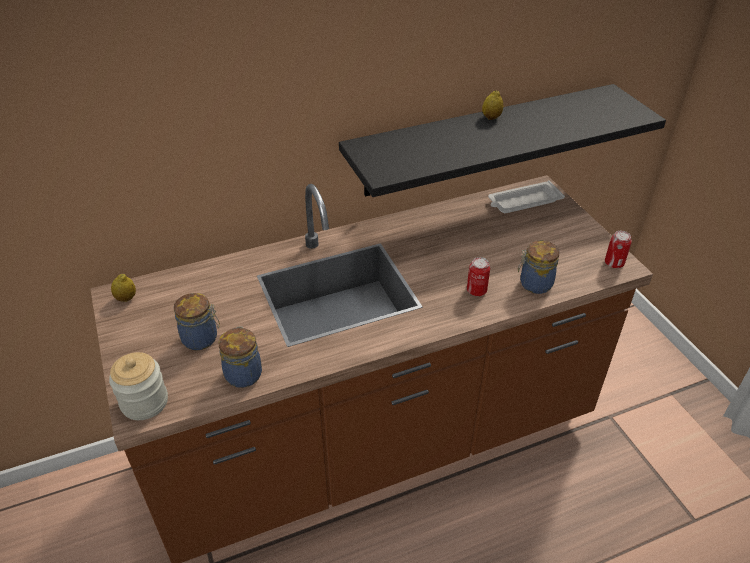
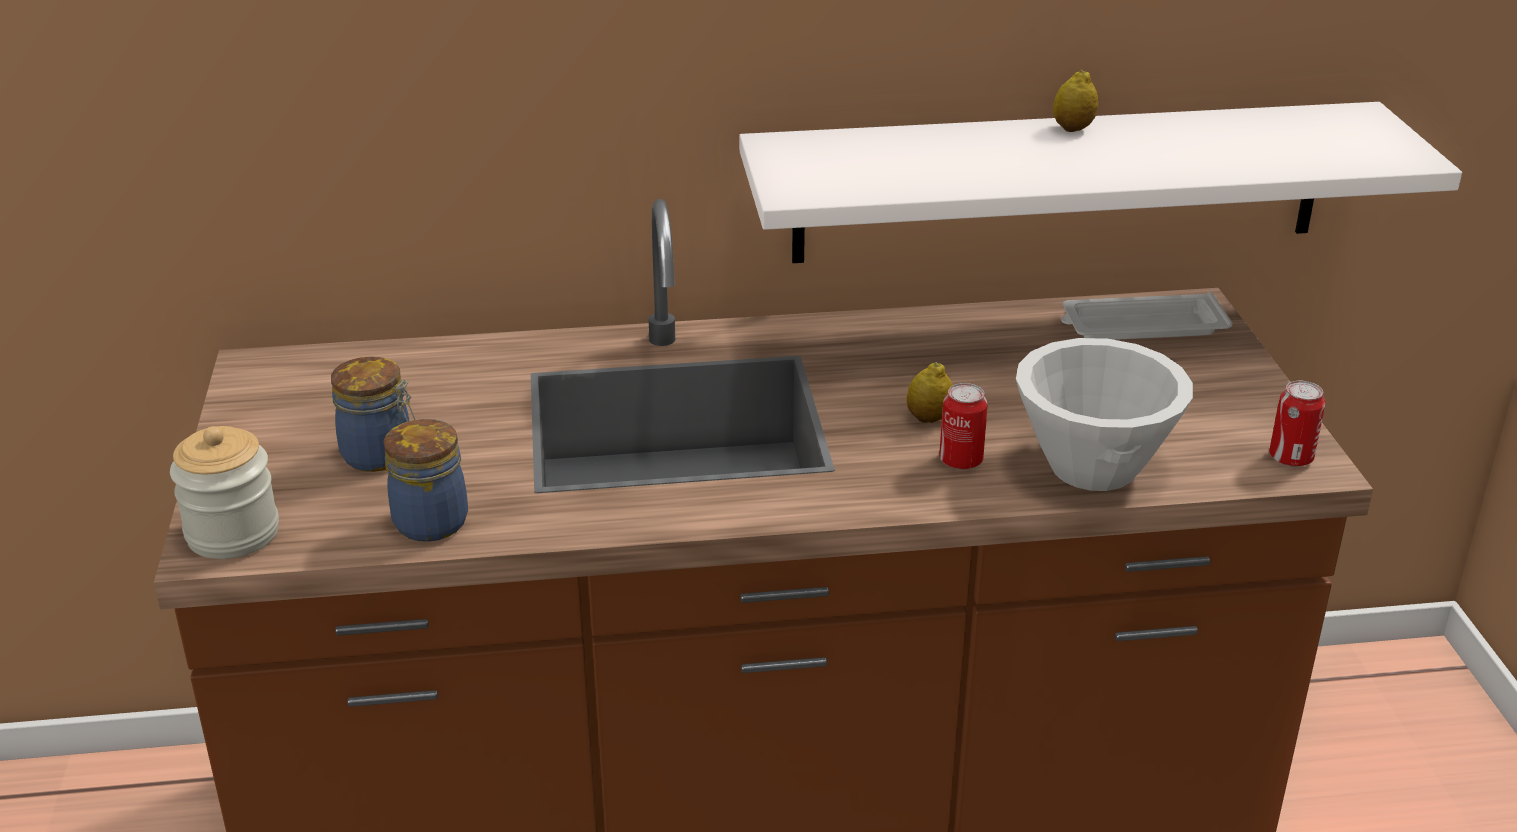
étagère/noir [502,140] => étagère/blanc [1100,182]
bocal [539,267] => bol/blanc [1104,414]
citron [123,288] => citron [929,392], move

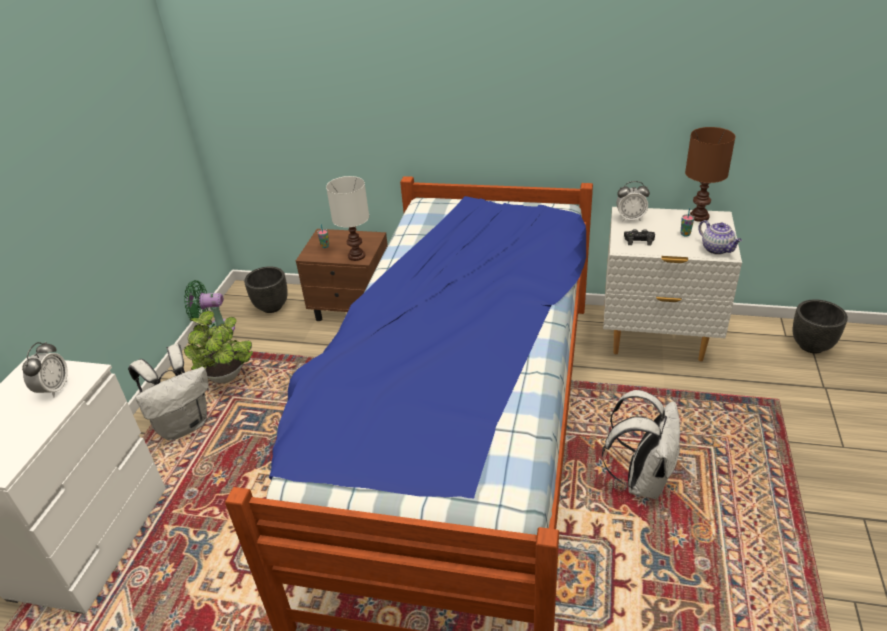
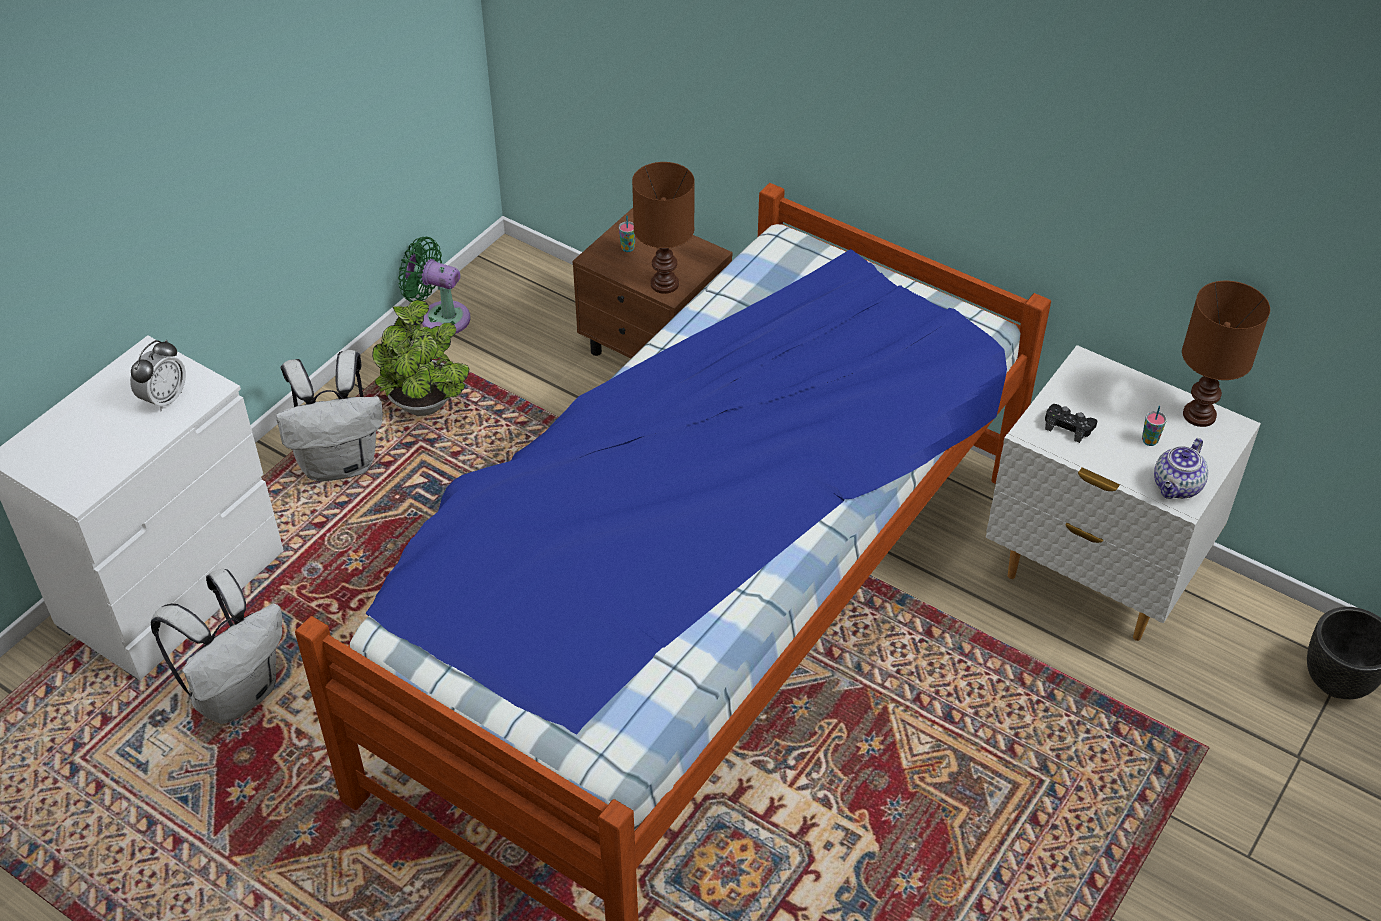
lampe de table/blanc [347,218] => lampe de table/marron [663,228]
réveil [633,201] => nothing
théière [720,237] => théière [1181,468], 45 degrees clockwise
cache-pot/noir [266,289] => nothing
sac à dos/blanc [641,444] => sac à dos/blanc [216,646], move

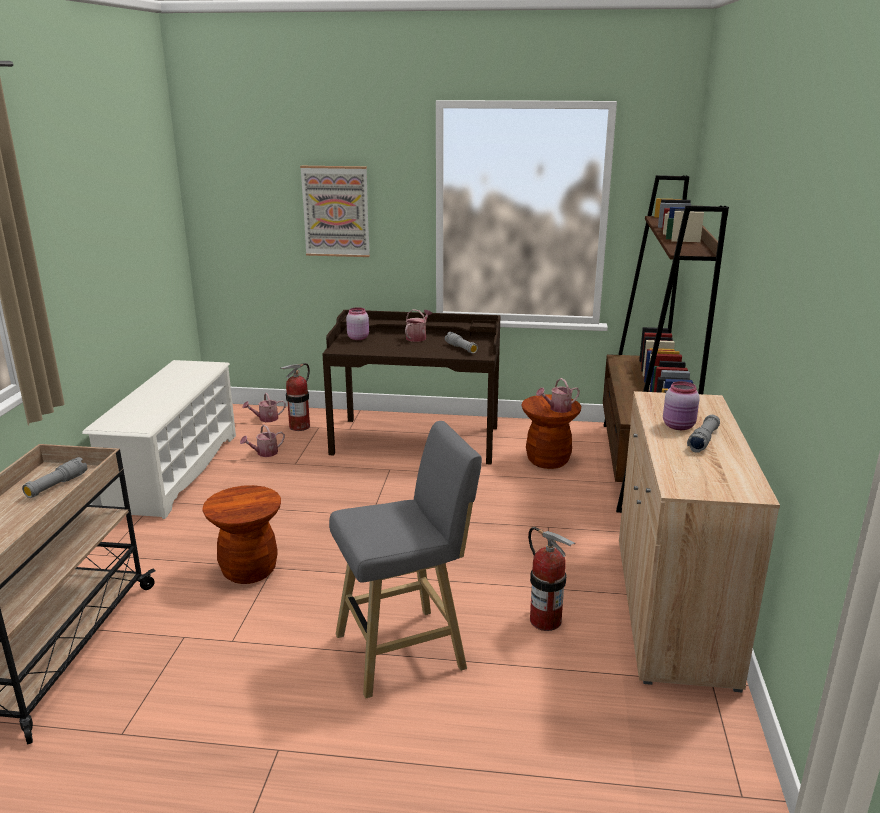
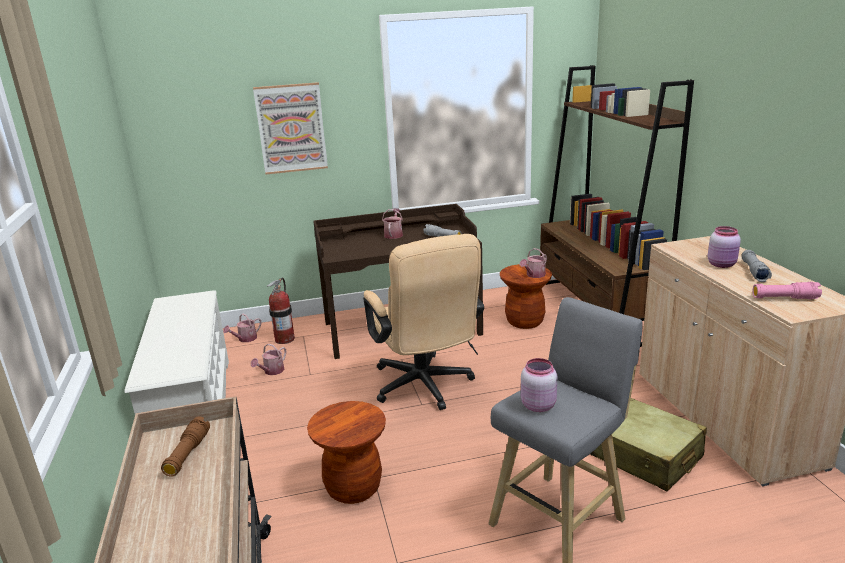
bocal/rose [357,323] => bocal/rose [539,385], move
lampe de poche/gris [54,477] => lampe de poche/marron [185,447]
extincteur [551,579] => valise/beige [648,444]
nothing => chaise de bureau/beige [423,322]
nothing => lampe de poche/rose [787,290]

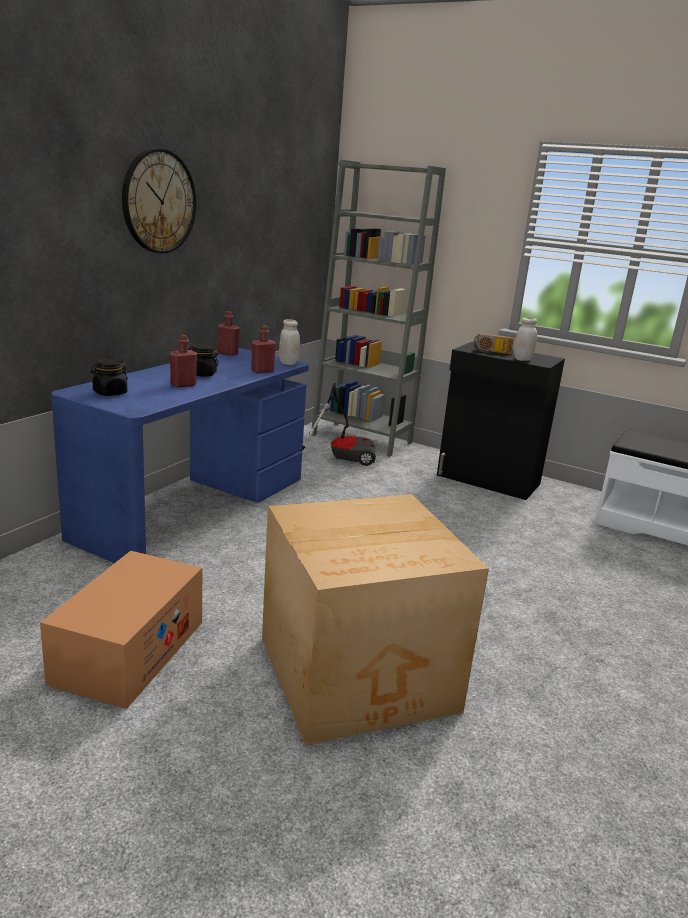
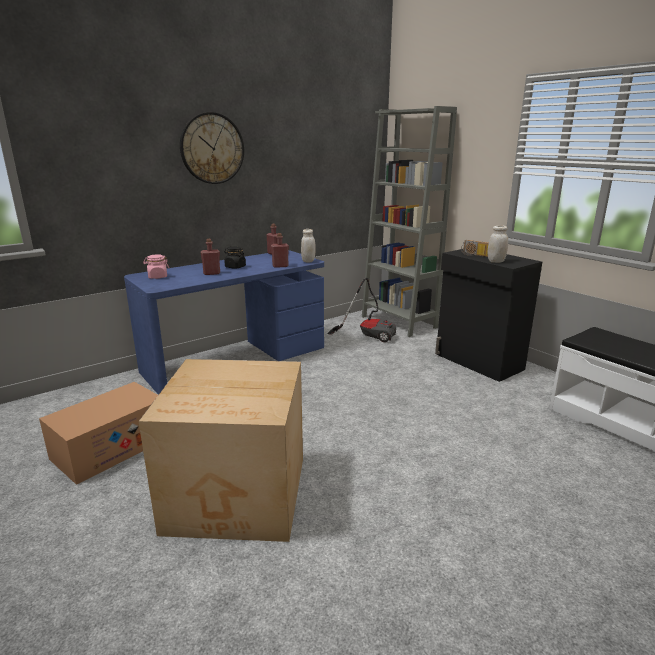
bocal/noir [109,377] => bocal/rose [156,267]

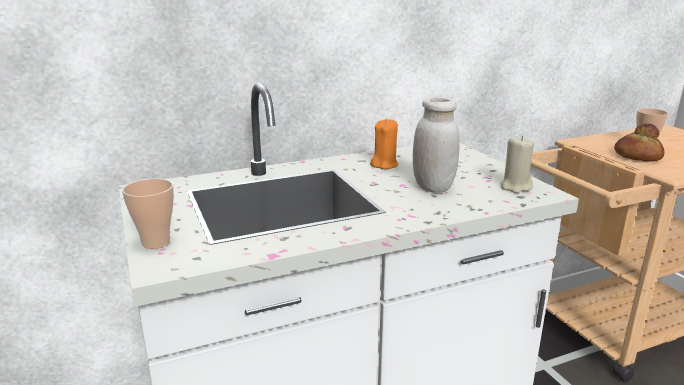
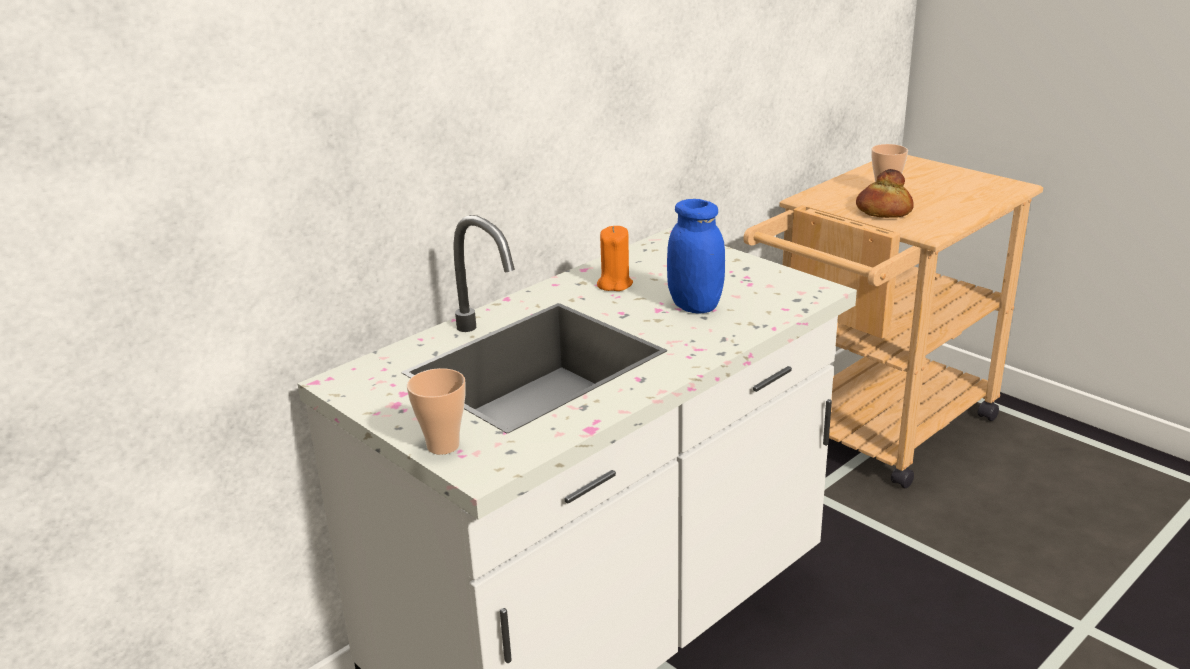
bocal/blanc [436,145] => bocal/bleu [696,256]
bougie/beige [517,164] => nothing

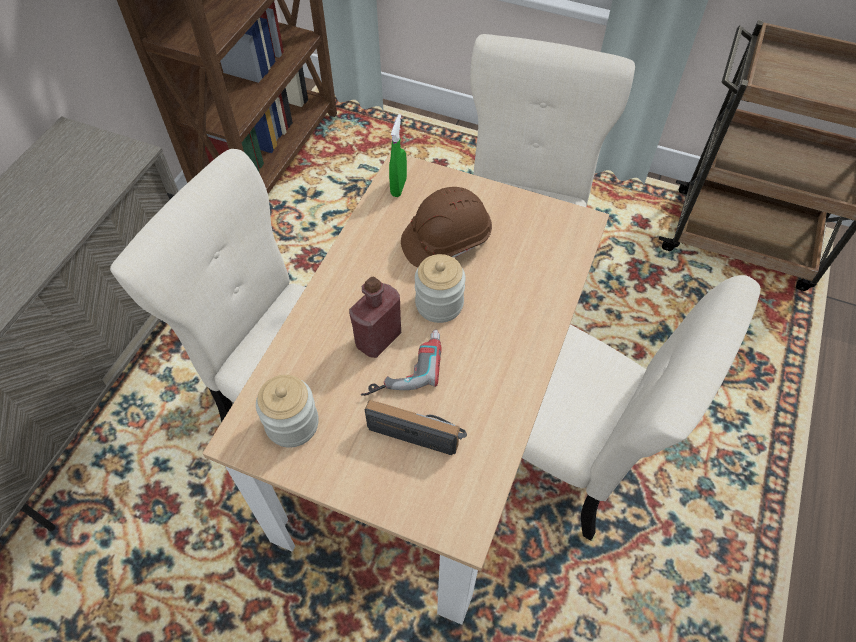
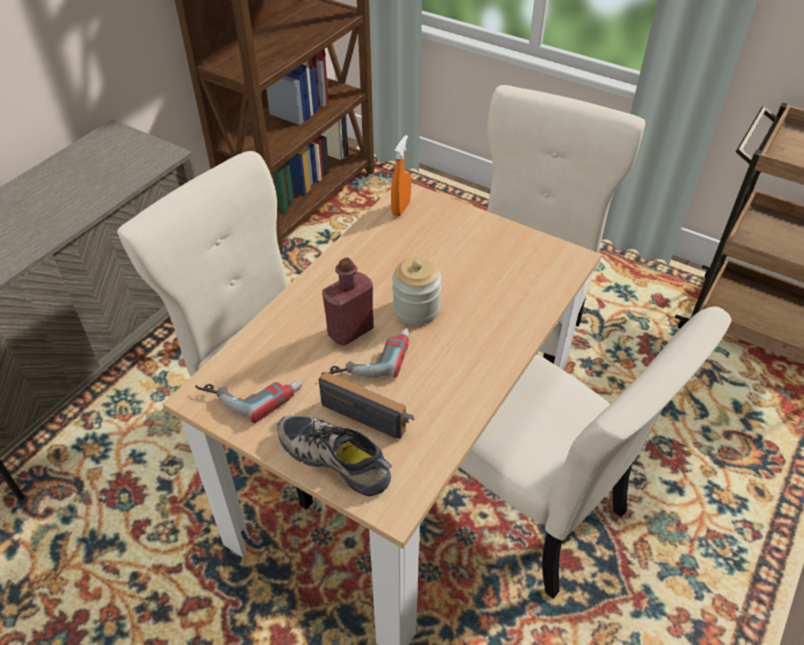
vaporisateur/vert [398,155] => vaporisateur/orange [401,176]
casque de chantier/marron [446,227] => nothing
bocal [287,411] => perceuse [249,402]
nothing => chaussure [334,455]

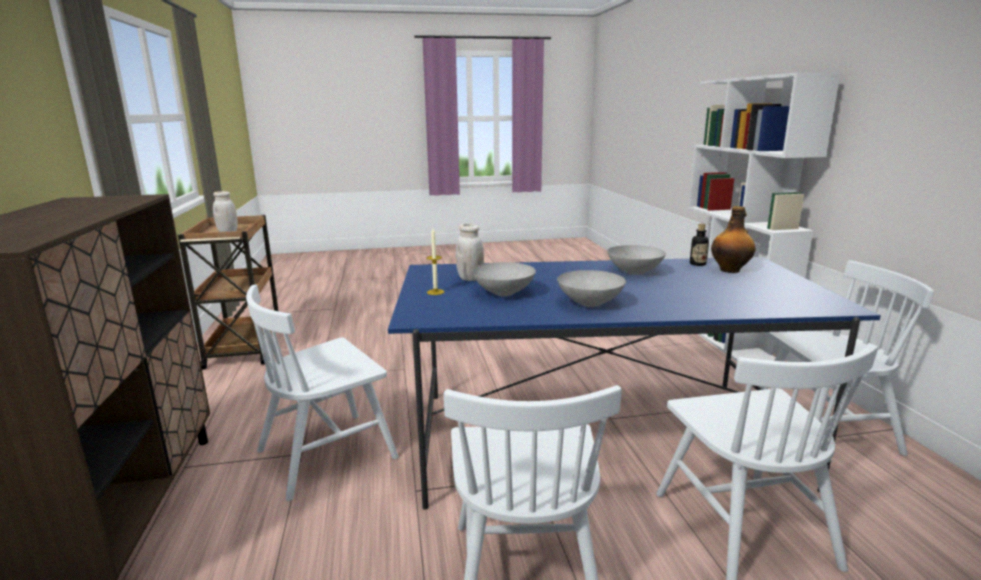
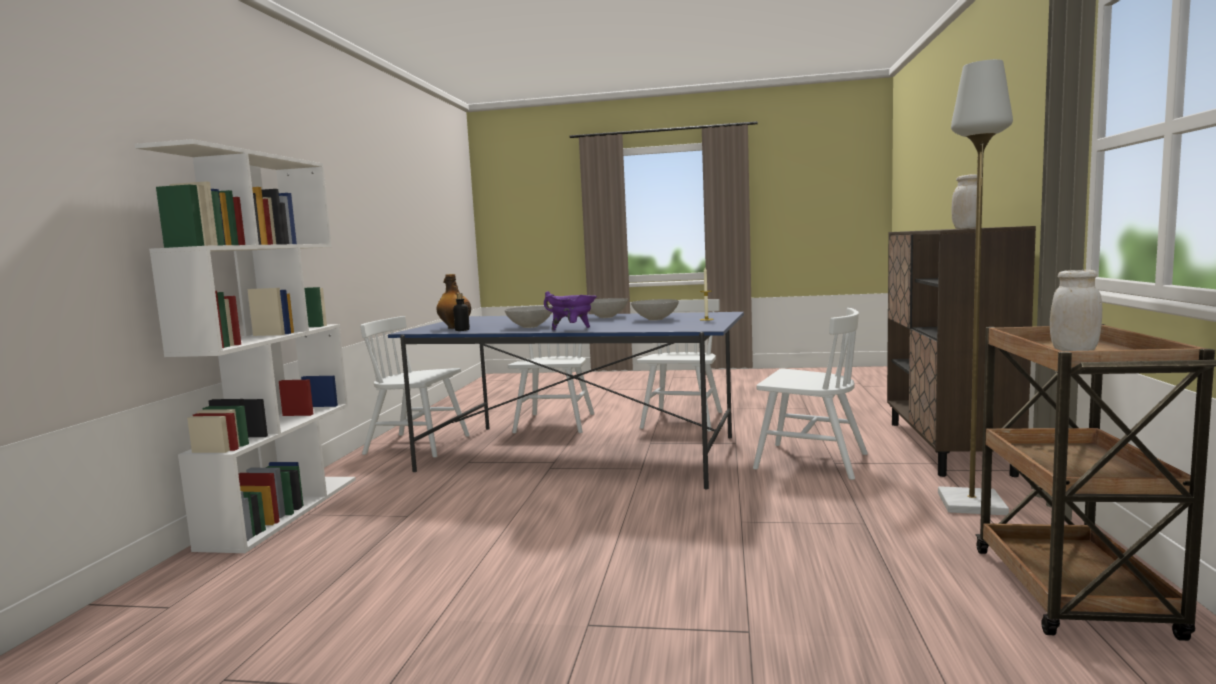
bocal/blanc [470,252] => bocal/blanc [964,201], move
chaise/blanc [322,393] => chaise/blanc [810,394], 45 degrees clockwise
nothing => lampadaire/gris [975,287]
nothing => marmite/violet [570,310]

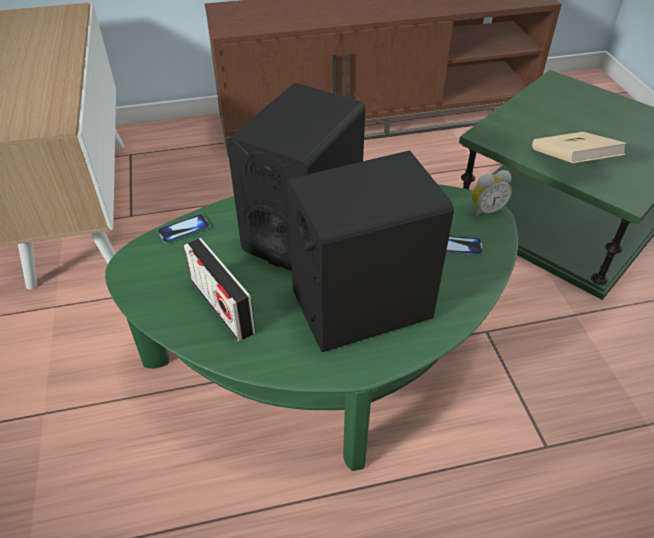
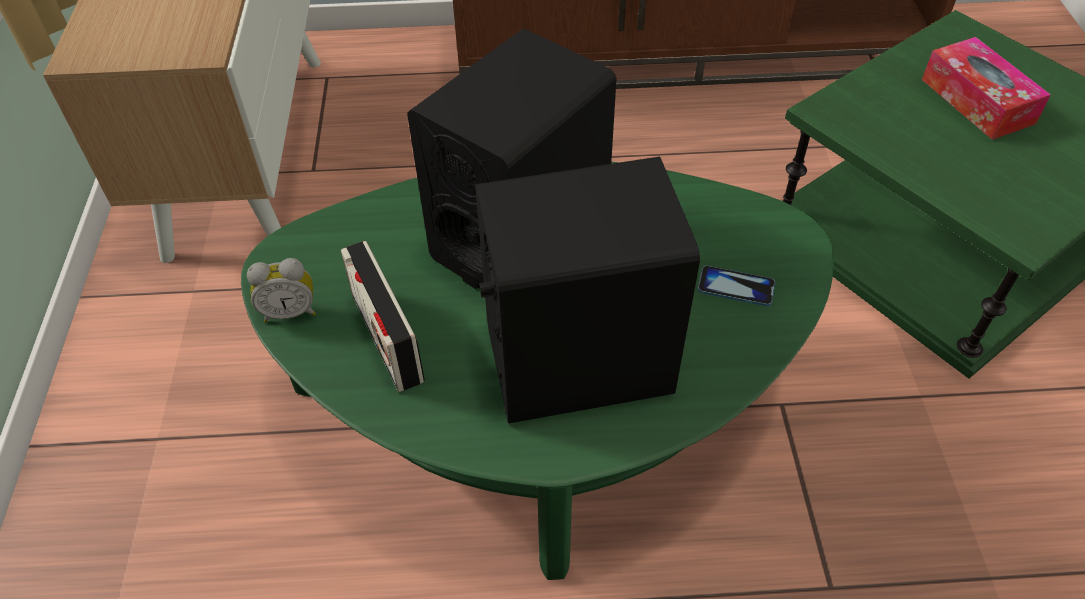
livre/beige [579,147] => nothing
réveil [491,194] => réveil [281,290], move
téléphone [183,229] => nothing
nothing => boîte à mouchoirs [986,88]

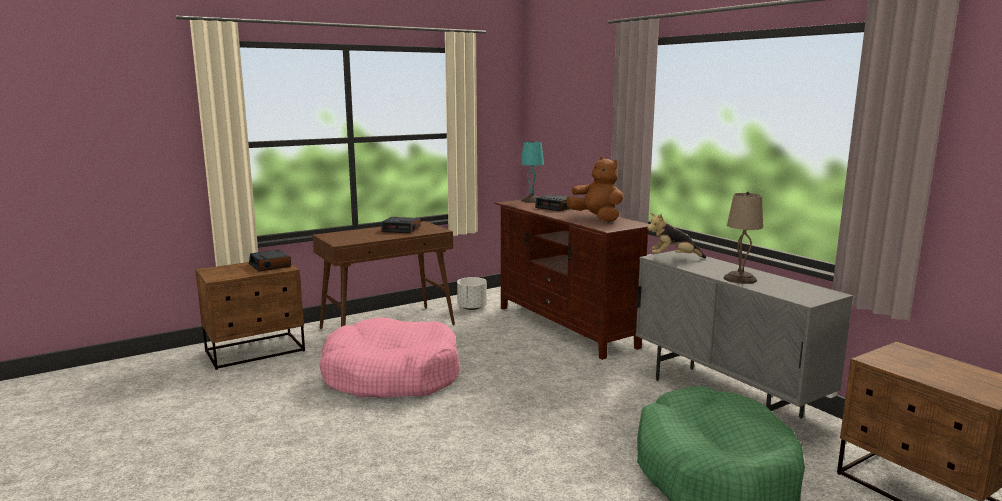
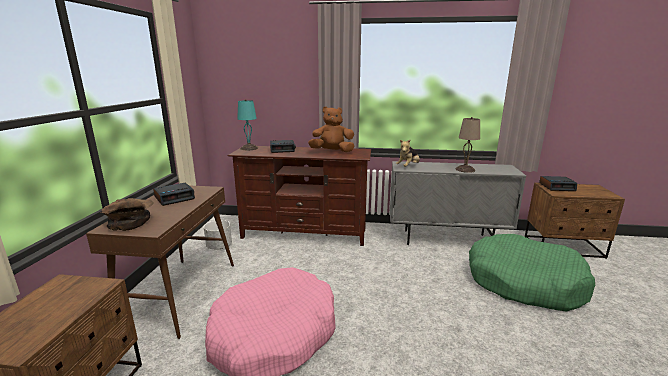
réveil [270,260] => réveil [558,183], move
nothing => bol/marron [127,214]

